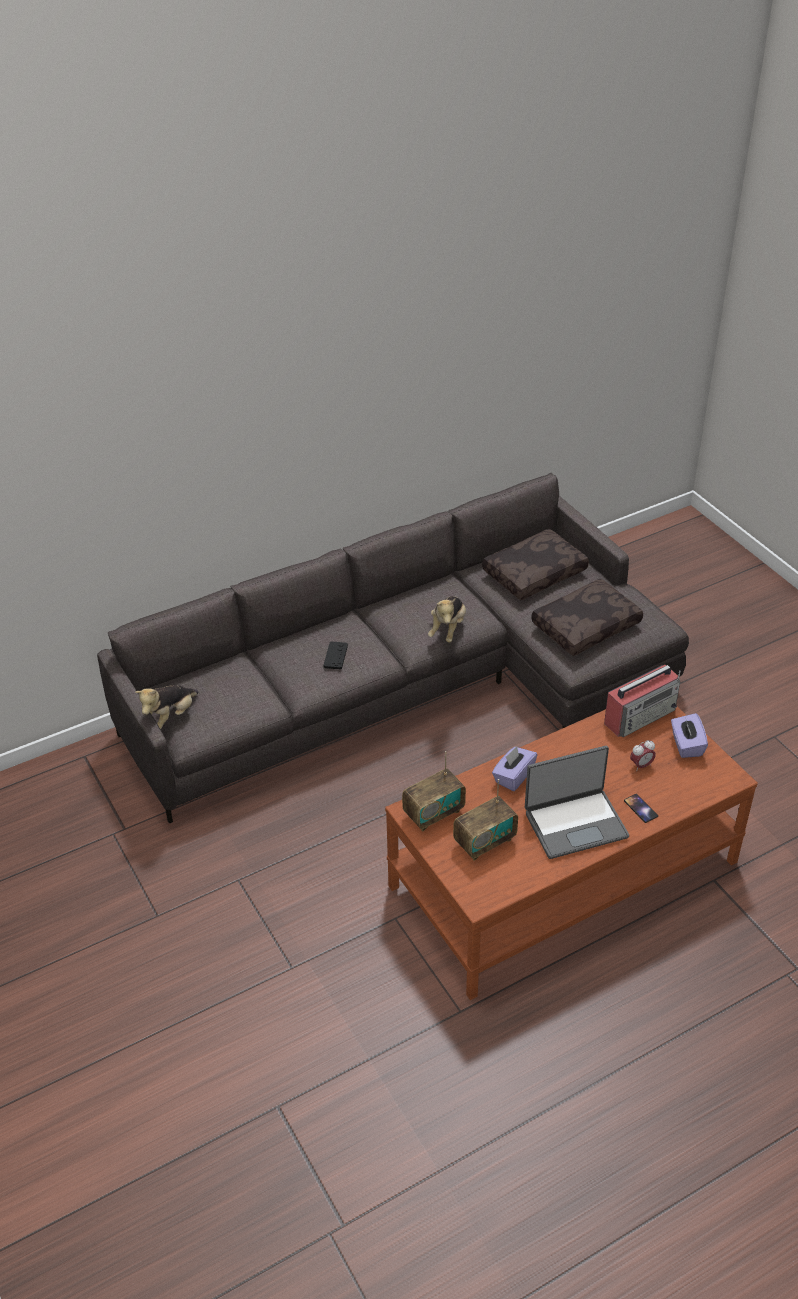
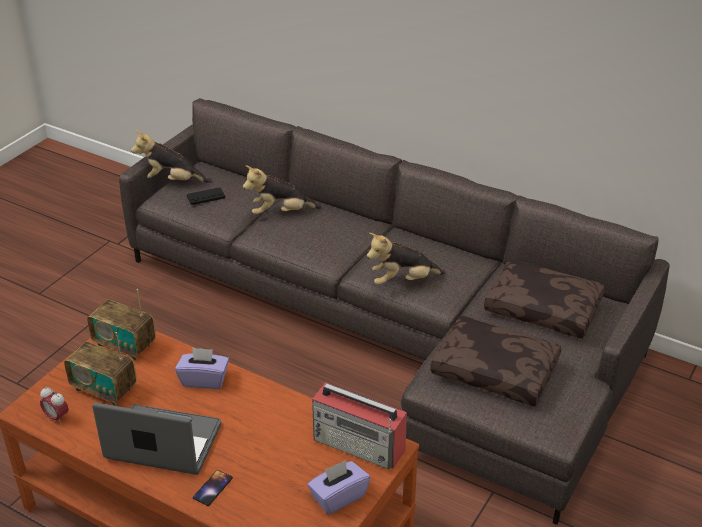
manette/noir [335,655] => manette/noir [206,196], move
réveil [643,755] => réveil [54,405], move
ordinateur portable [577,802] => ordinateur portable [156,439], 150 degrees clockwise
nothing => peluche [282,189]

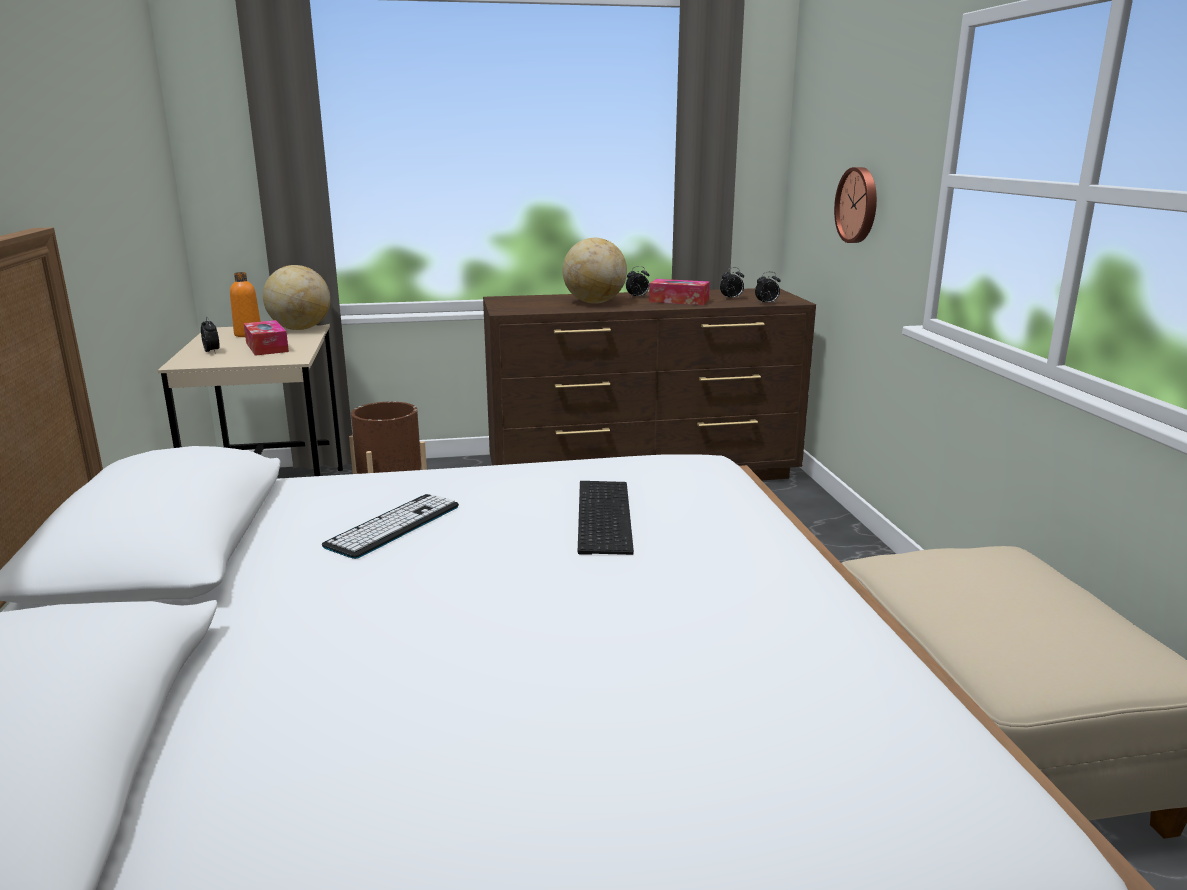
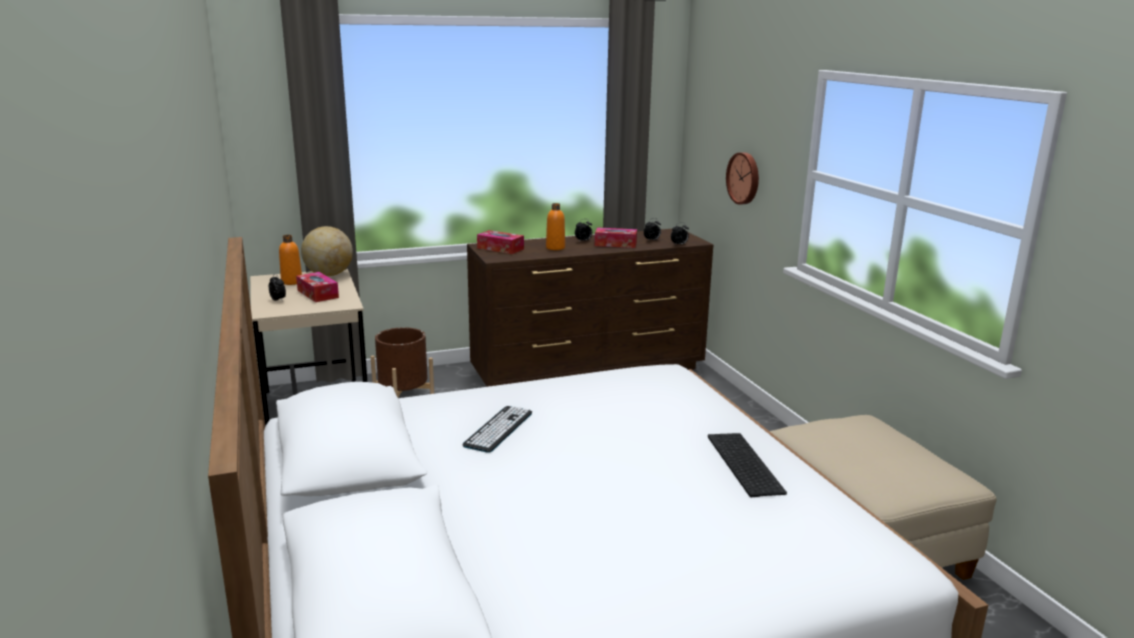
globe [594,271] => bouteille/orange [555,226]
clavier [606,518] => clavier [747,465], move
nothing => boîte à mouchoirs [500,242]

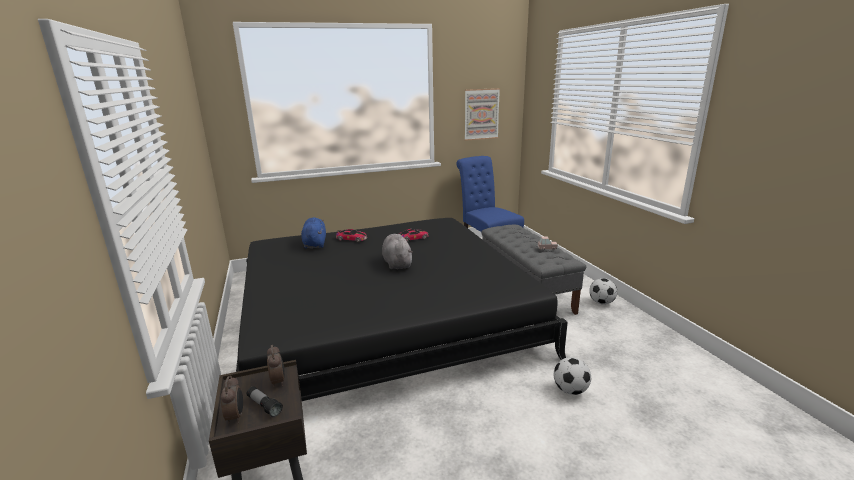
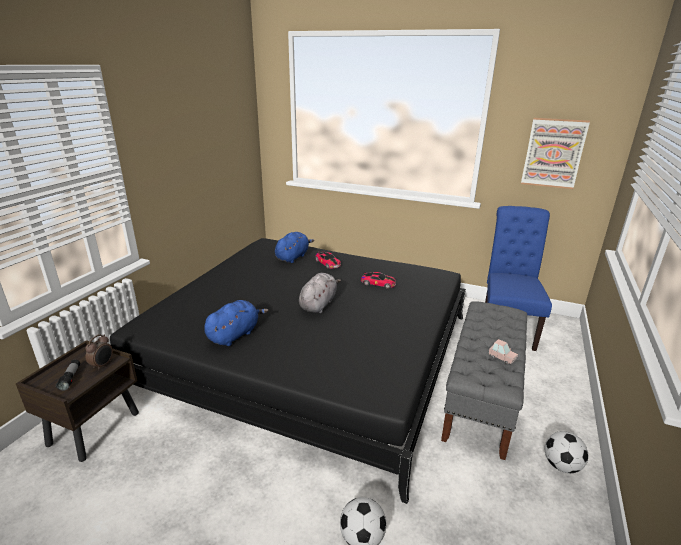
réveil [232,400] => nothing
nothing => peluche/bleu [236,323]

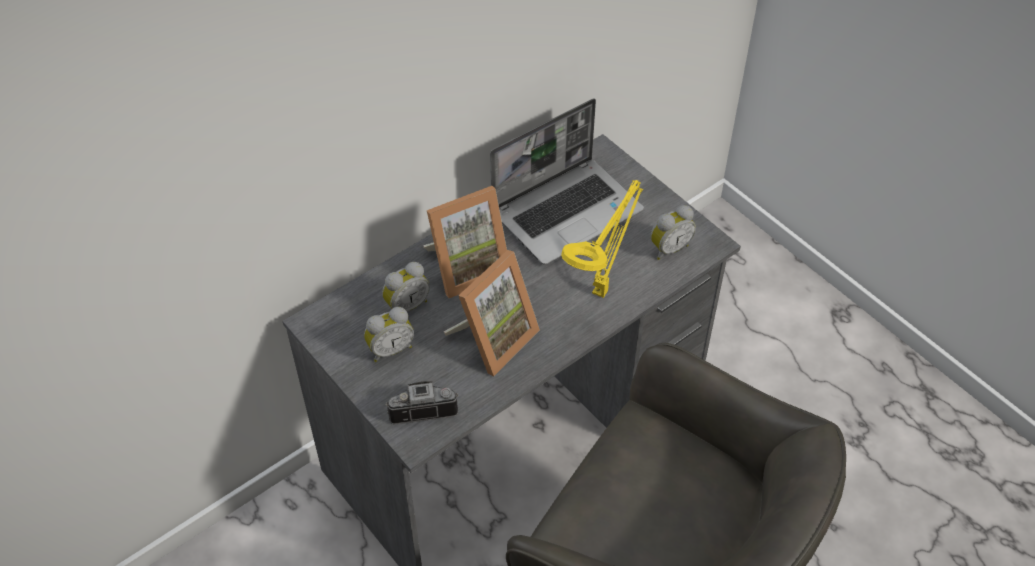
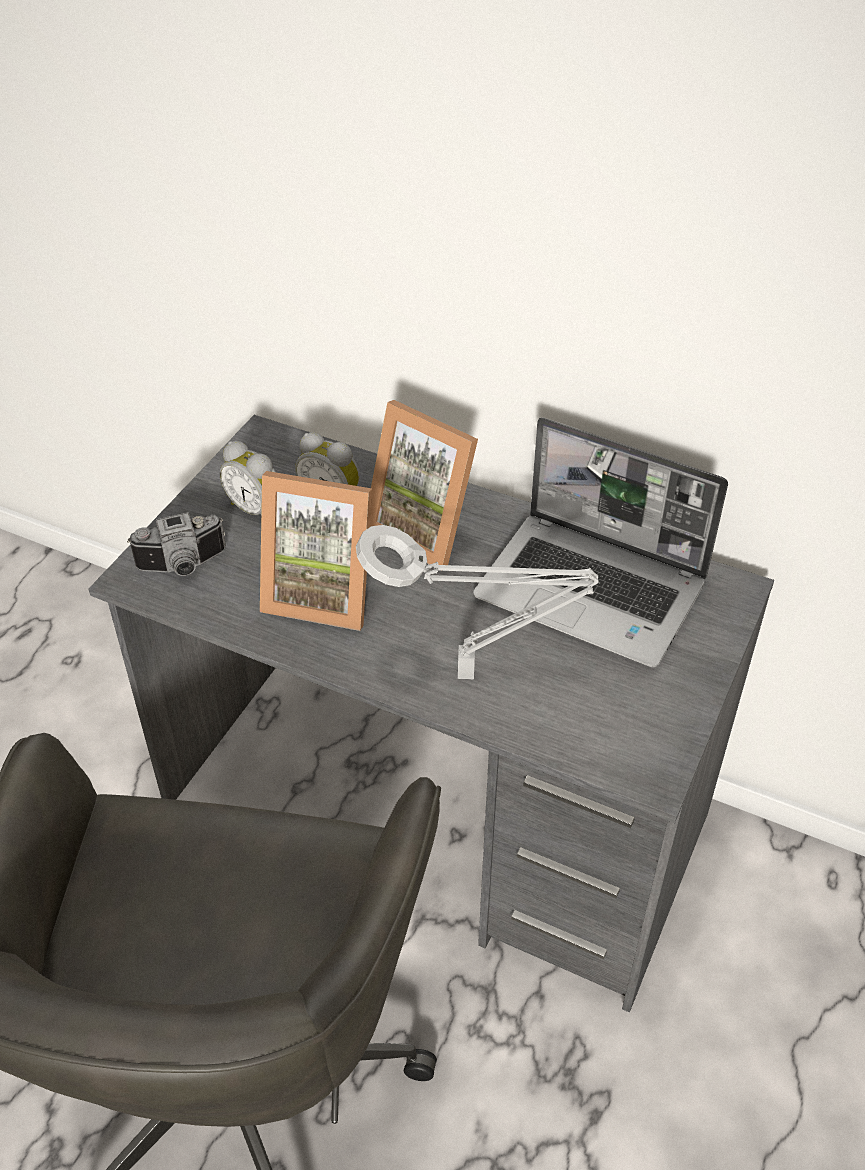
lampe de table/jaune [602,239] => lampe de table/gris [477,602]
réveil [673,232] => nothing
appareil photo [422,402] => appareil photo [176,544], 105 degrees clockwise

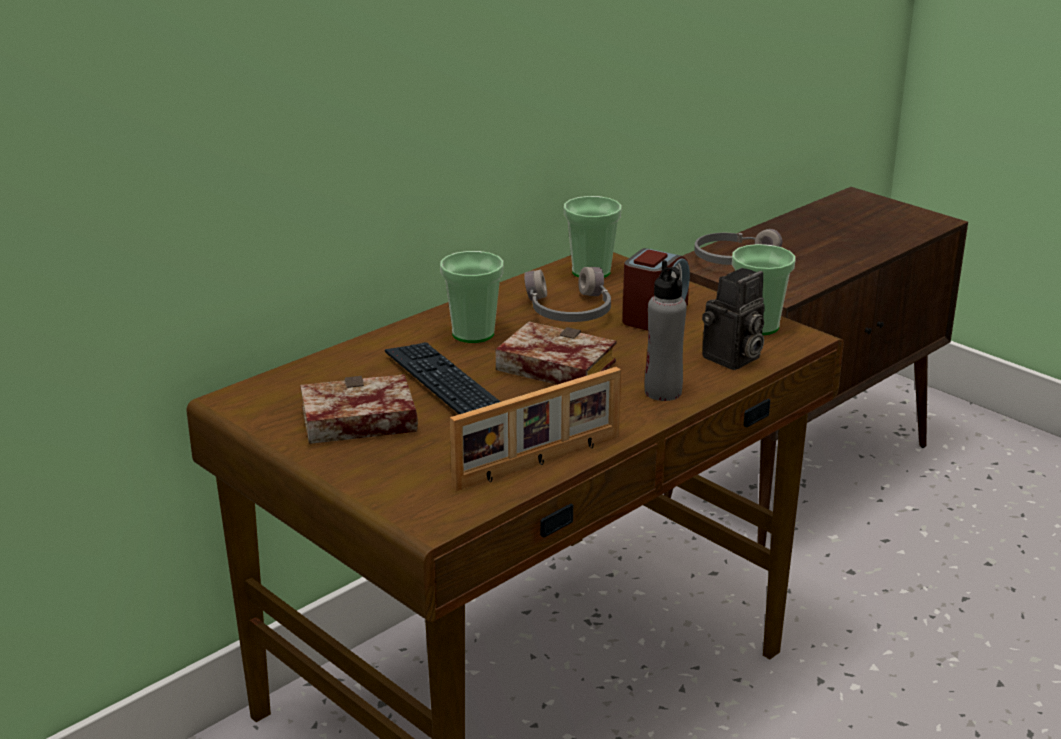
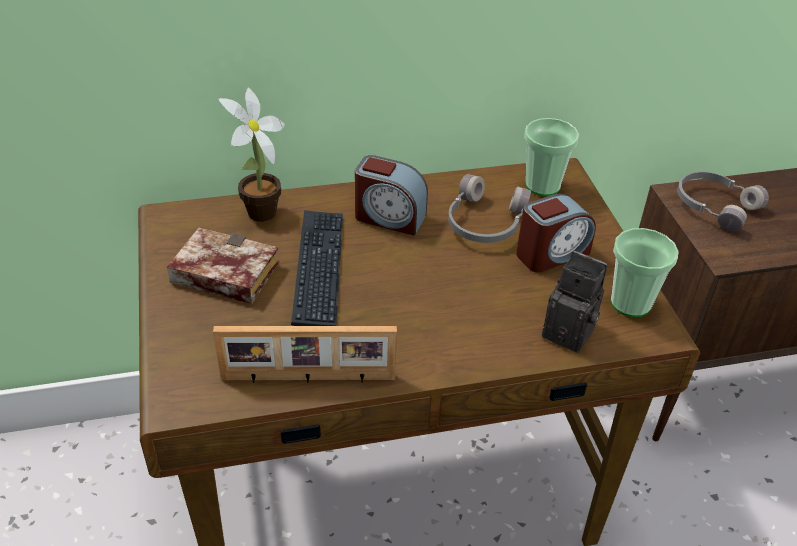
tasse [472,297] => réveil [391,195]
bouteille/gris [666,330] => nothing
appareil photo [733,319] => appareil photo [574,302], 135 degrees counterclockwise
livre [556,353] => nothing
nothing => plante en pot [252,154]

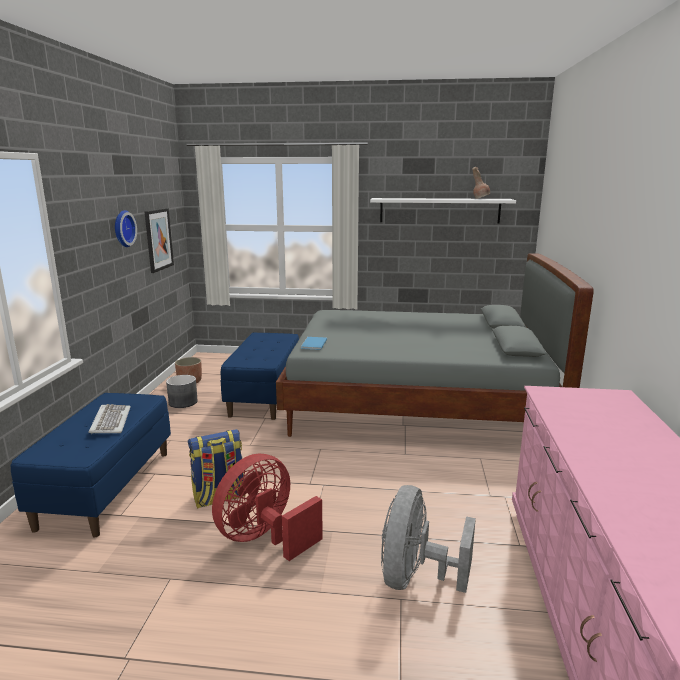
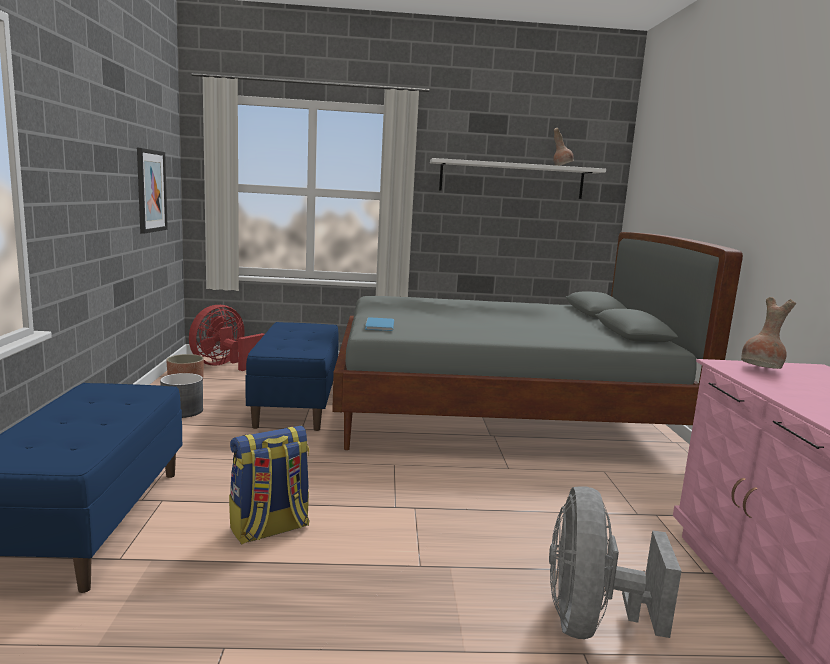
horloge murale [126,228] => nothing
clavier [110,419] => nothing
ventilateur/rouge [267,507] => ventilateur/rouge [227,338], move
nothing => vase/marron [768,333]

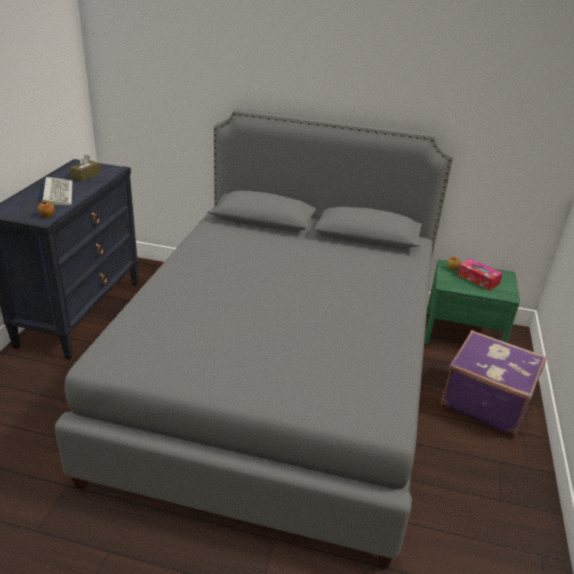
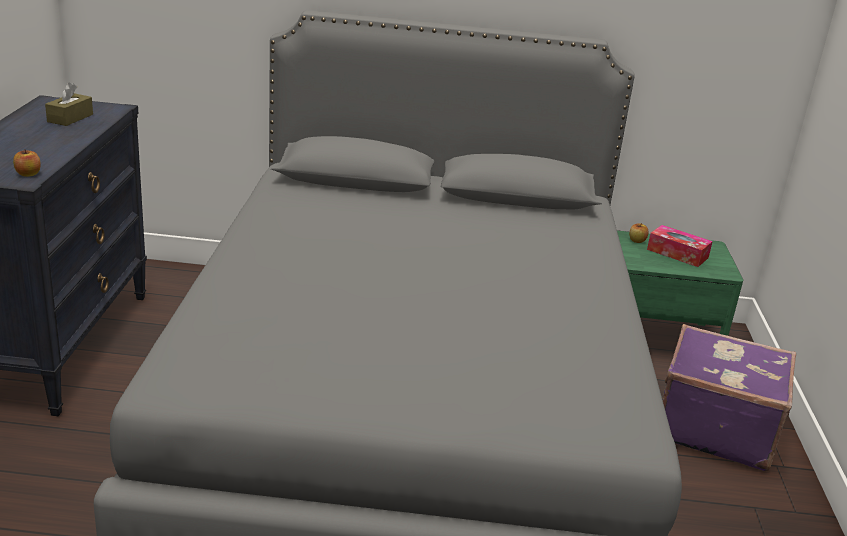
clavier [58,191] => nothing

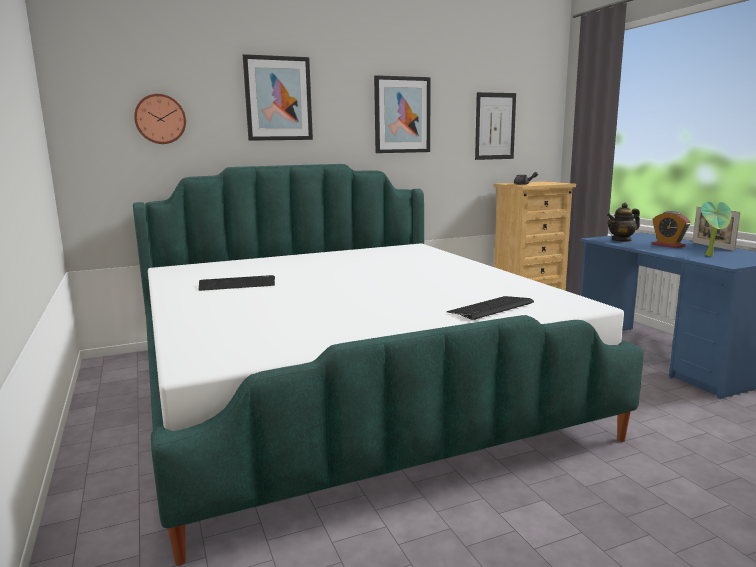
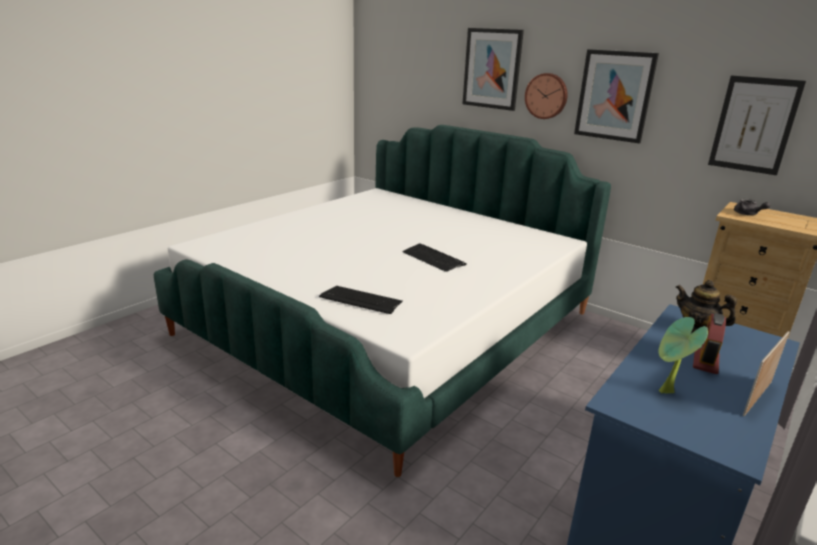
horloge murale [160,119] => horloge murale [546,96], move
clavier [236,283] => clavier [434,257], move

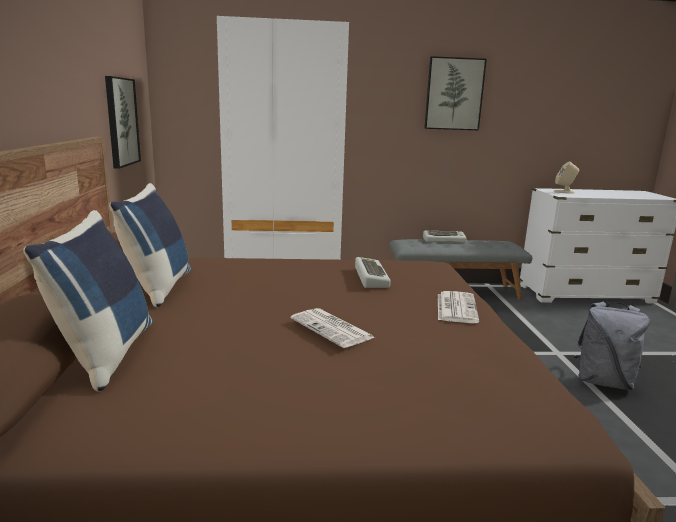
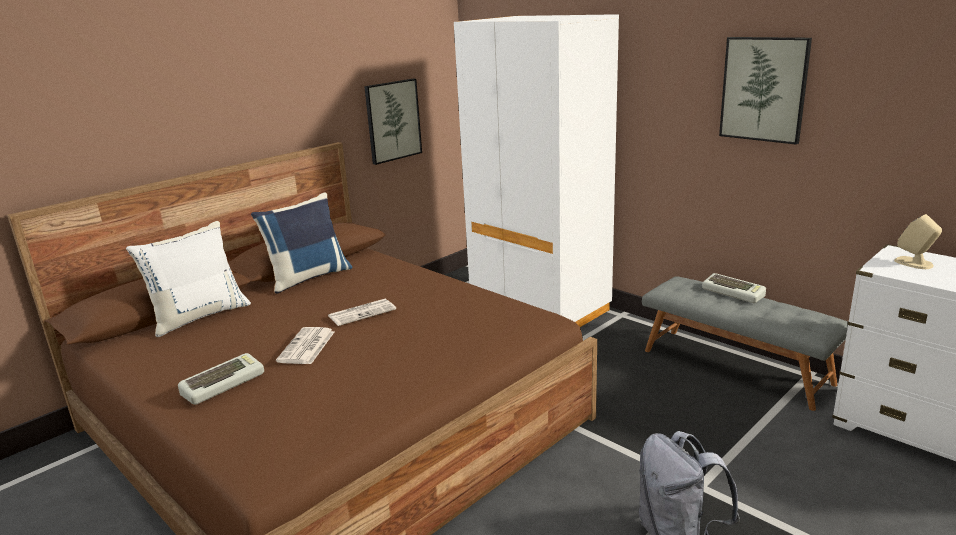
coussin/bleu [88,301] => coussin/blanc [188,279]
clavier [373,272] => clavier [221,379], move
journal [458,307] => journal [362,312], move

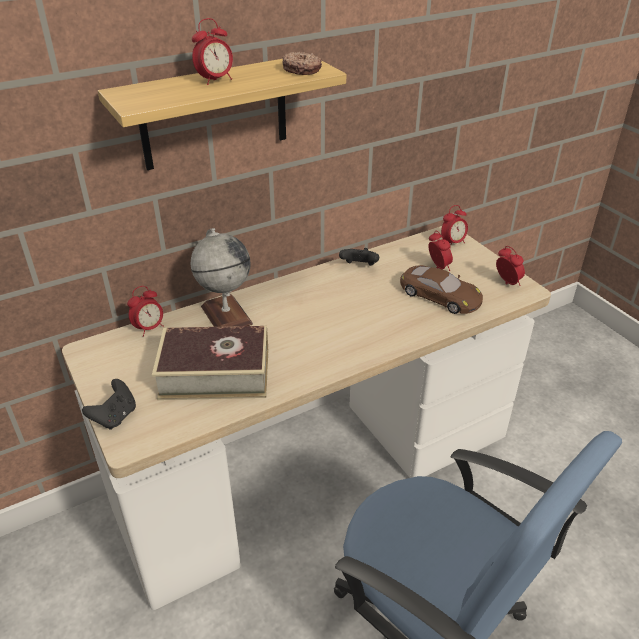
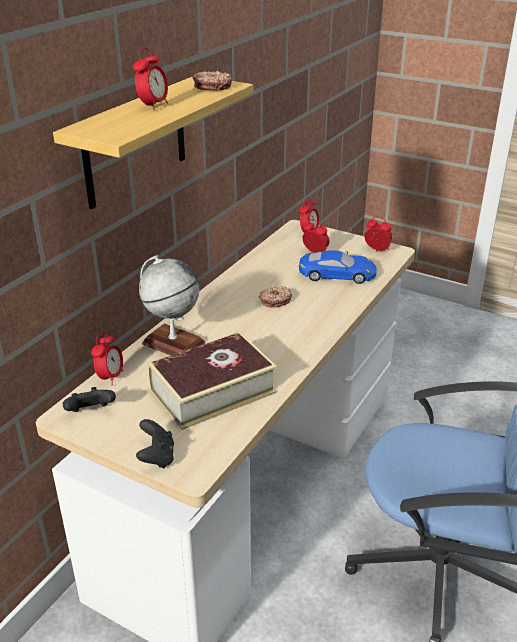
manette/noir [359,257] => manette/noir [89,399], move
petite voiture/marron [441,289] => petite voiture/bleu [338,267]
nothing => beignet [275,297]

